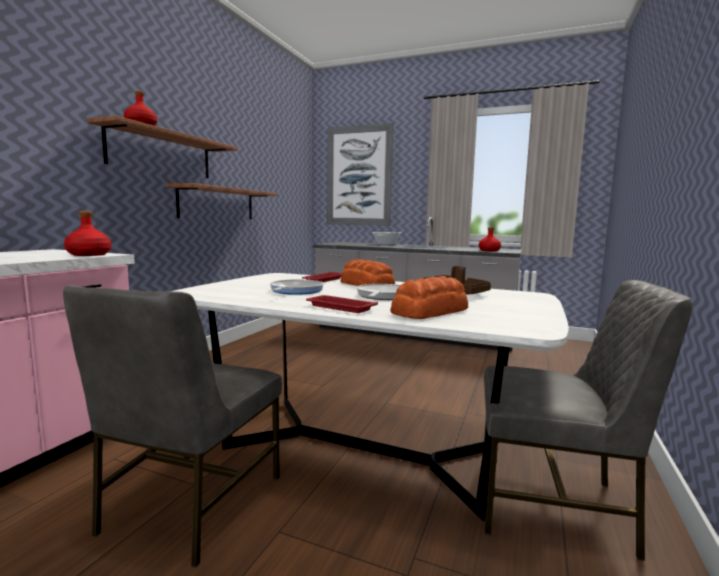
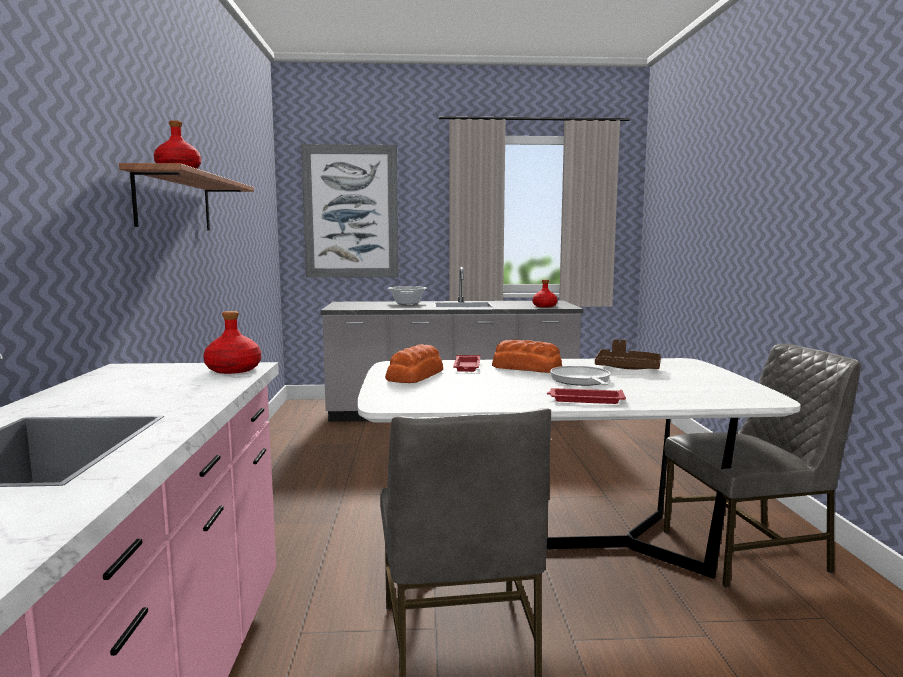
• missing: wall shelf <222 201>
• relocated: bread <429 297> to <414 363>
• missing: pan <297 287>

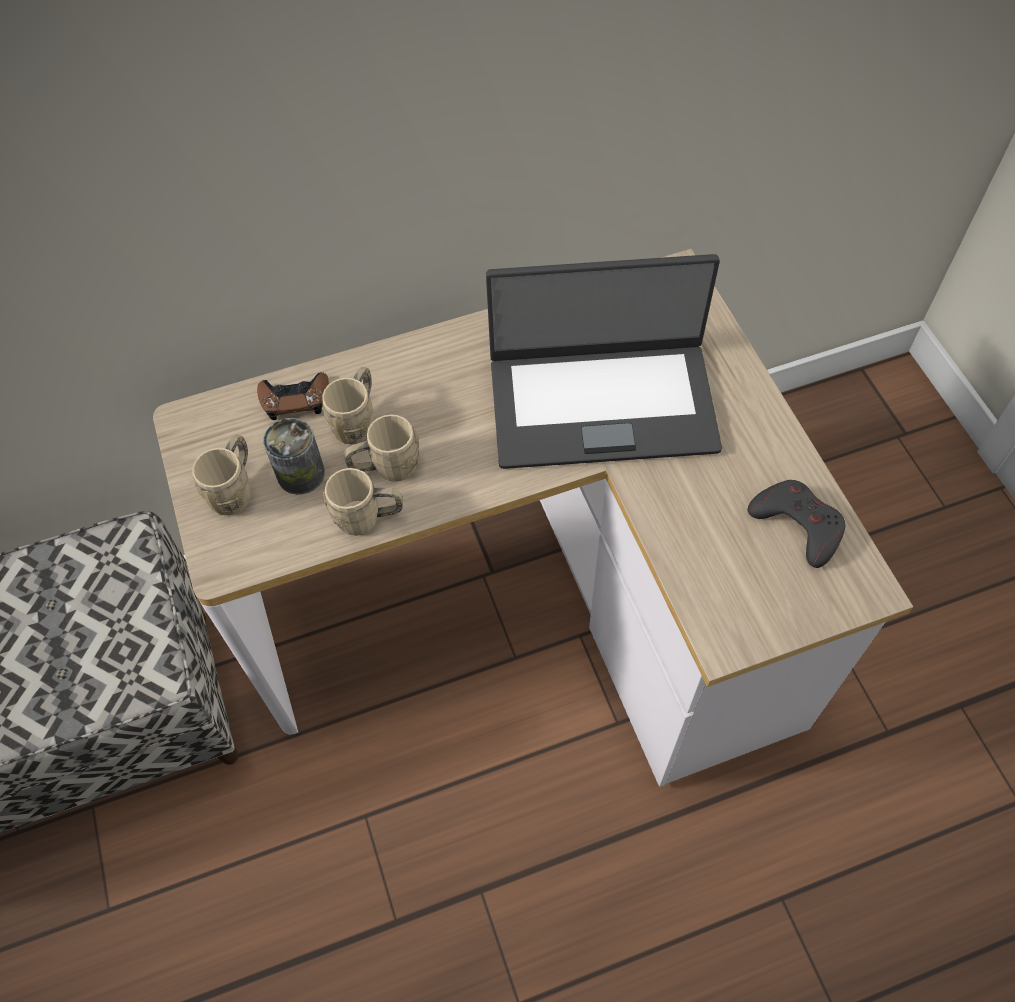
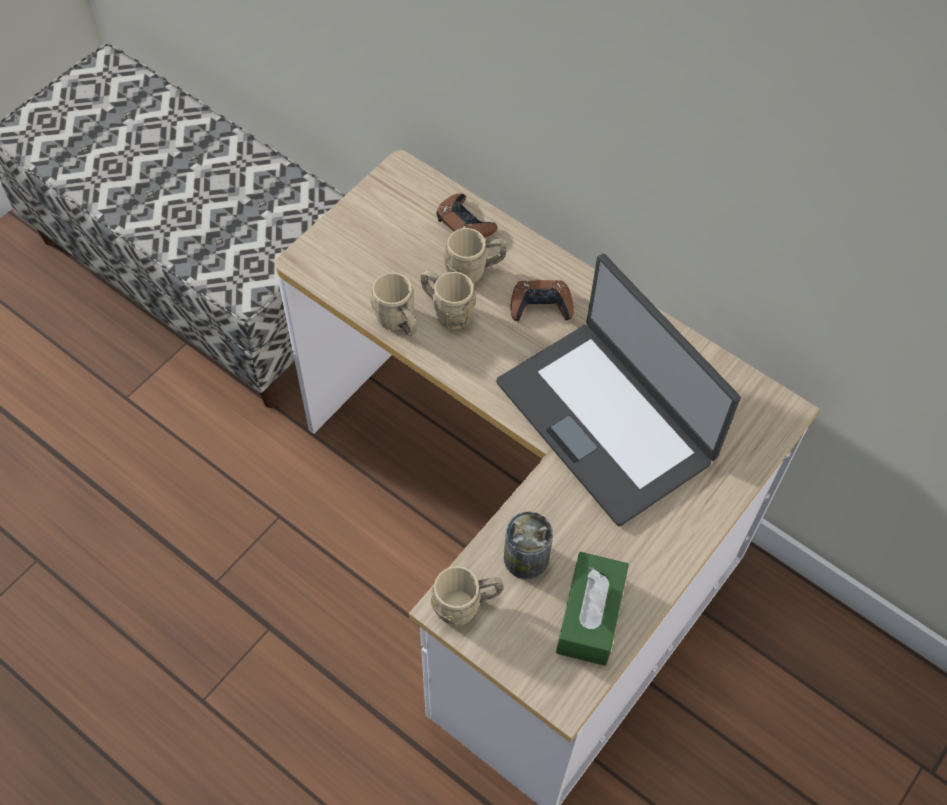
• relocated: sealed can <294 456> to <528 545>
• relocated: mug in beige-coloured <221 475> to <467 596>
• exchanged: gamepad in greyish <796 524> to tissue box in green-coloured <592 609>
• appeared: gamepad in brownish <542 300>

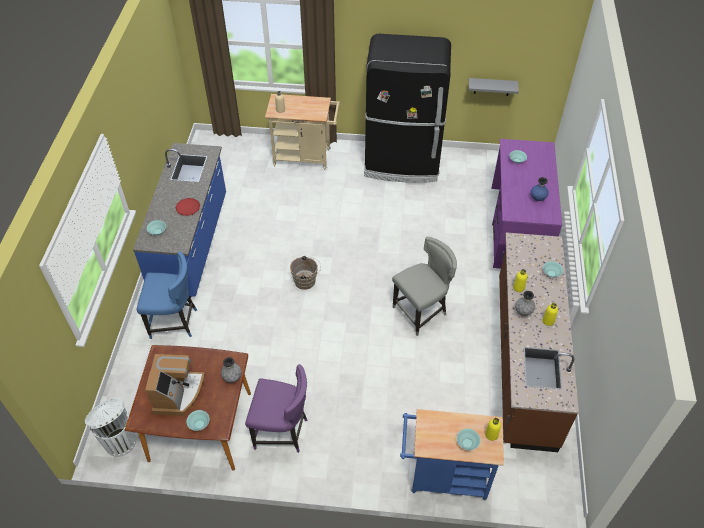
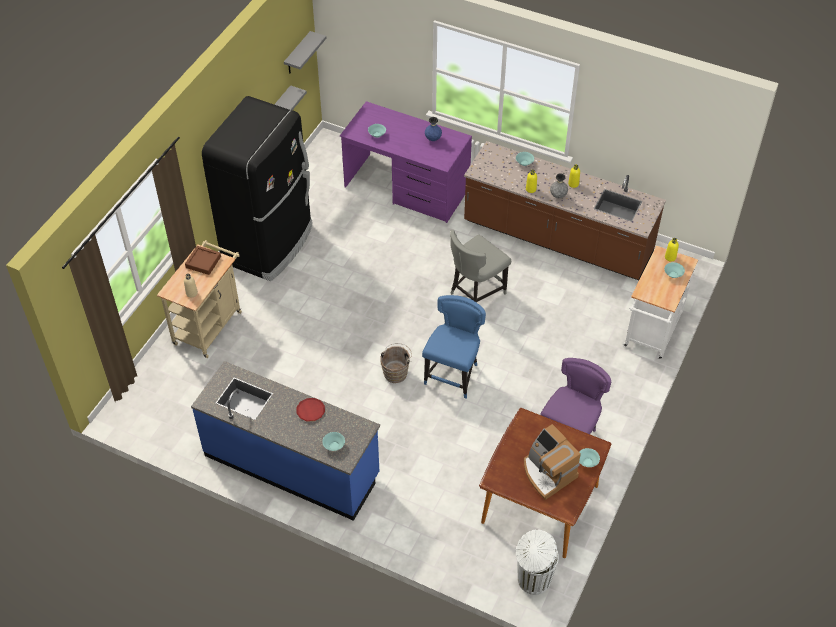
• spun: chair in greyish <424 286> = <480 266> 120 degrees counterclockwise
• relocated: chair in bluish <167 295> to <454 346>
• spun: coffee machine <175 385> = <552 462> 150 degrees counterclockwise
• missing: flower vase in greyish <231 370>
• colour: cart in bluish <452 454> to cart in whitish <660 302>
• appeared: wall shelf in greyish <305 52>
• appeared: serving tray in brownish <203 260>

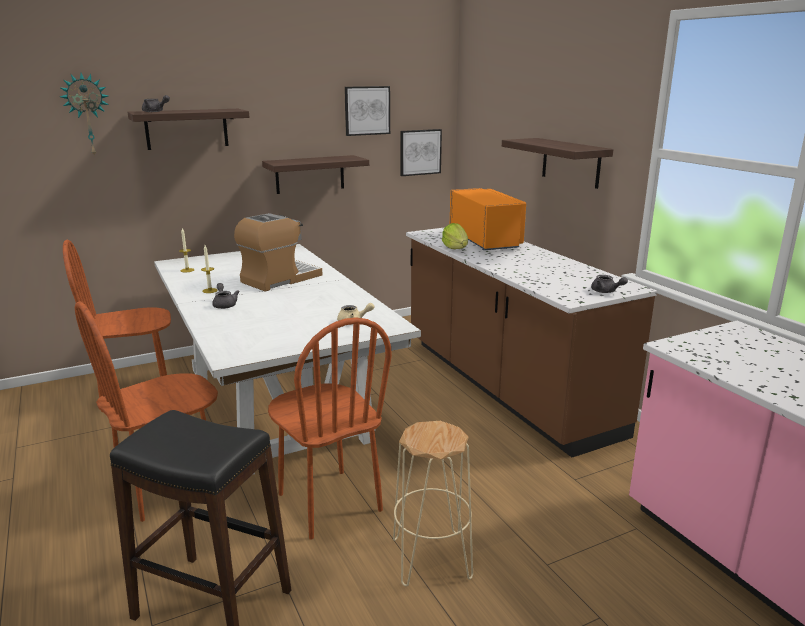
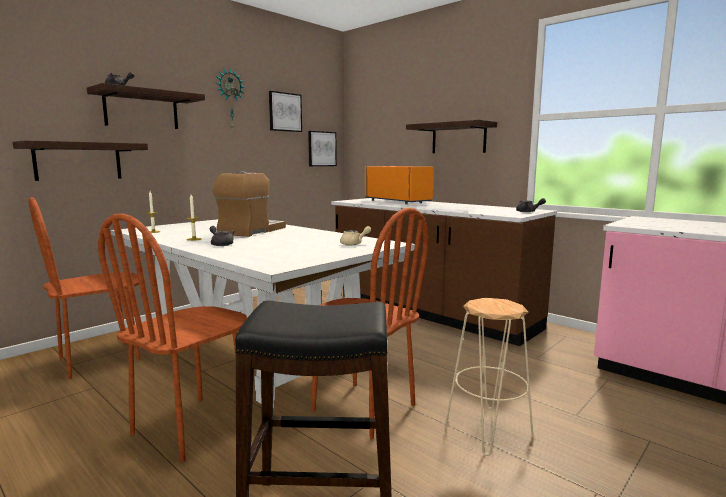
• relocated: wall clock <84 115> to <230 98>
• relocated: wall shelf <315 174> to <80 160>
• missing: head of lettuce <455 236>

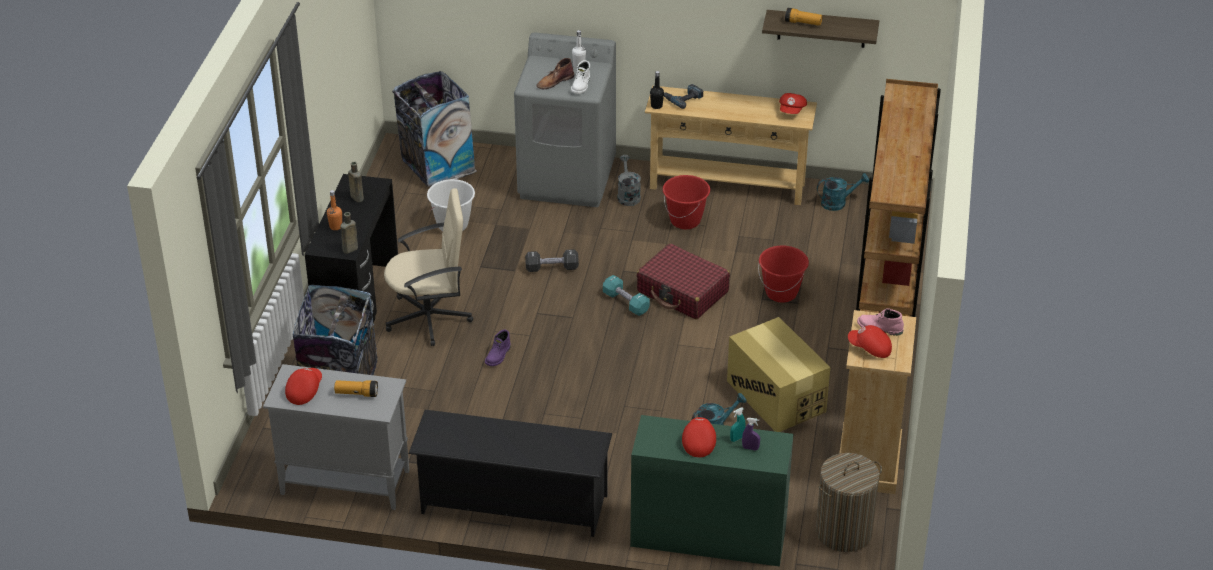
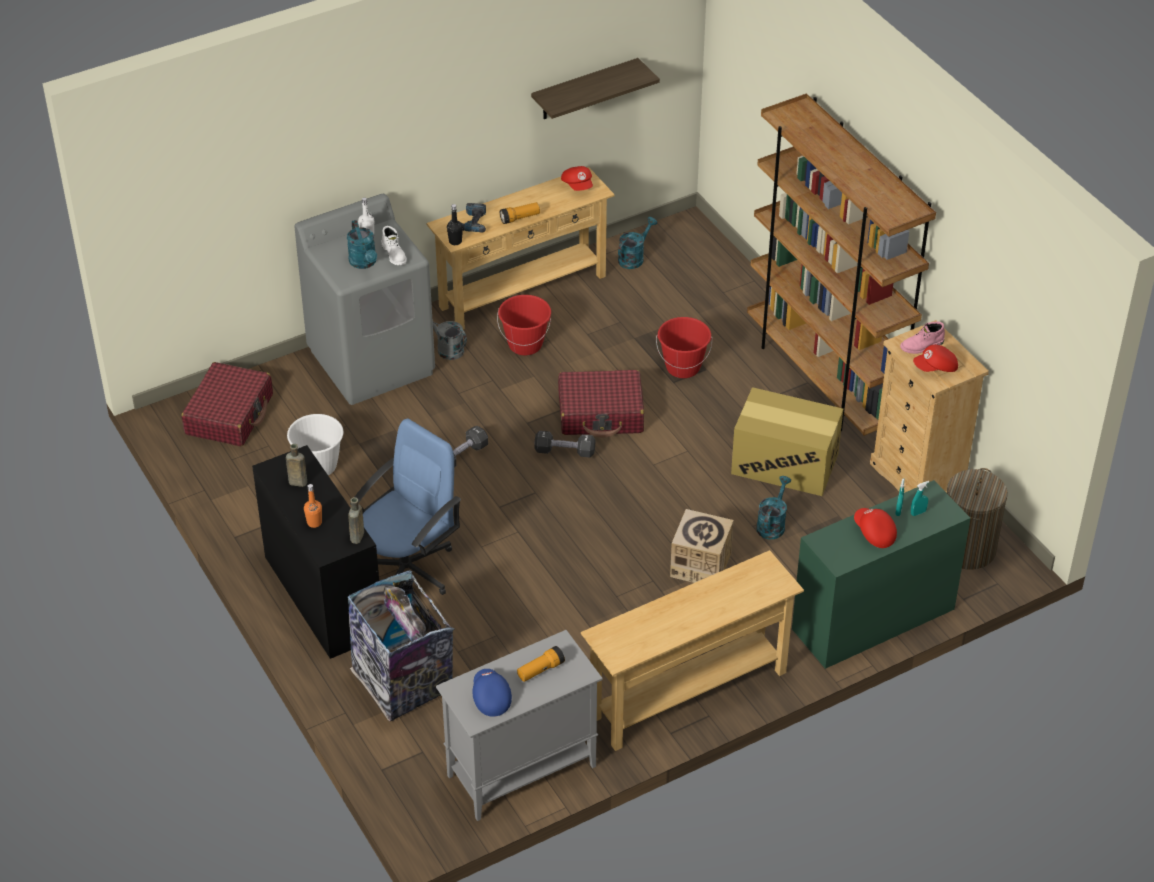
• relocated: torch <803 17> to <520 213>
• exchanged: tall boot in brownish <555 74> to watering can in turquoise-coloured <362 244>
• exchanged: rubbish bin <434 129> to suitcase in reddish <227 404>
• colour: computer chair in beige-coloured <428 267> to computer chair in bluish <405 507>
• colour: free weight in turquoise-coloured <626 295> to free weight in blackish <564 444>
• missing: tall boot in purple-coloured <498 347>
• colour: peaked cap in reddish <303 386> to peaked cap in bluish <492 693>
• exchanged: shoe shelf in blackish <510 473> to narrow table in beige-coloured <692 650>
• colour: hand sprayer in purple-coloured <751 434> to hand sprayer in turquoise-coloured <920 498>
• appeared: cardboard box <702 546>

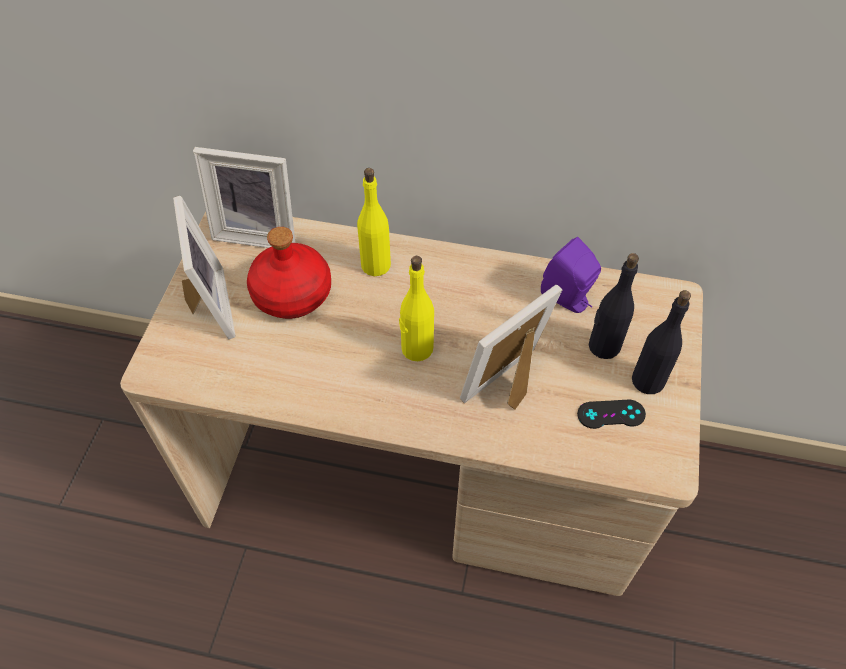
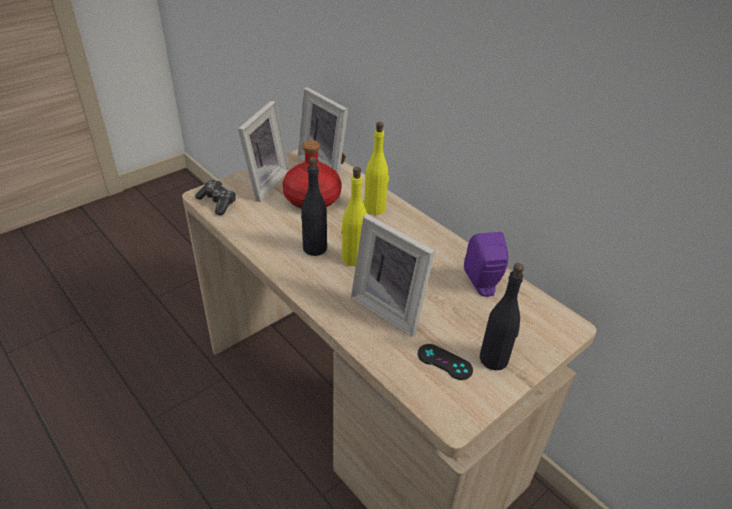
• relocated: bottle in blackish <614 306> to <314 206>
• spun: standing frame <511 347> = <393 275> 135 degrees counterclockwise
• appeared: gamepad <215 197>

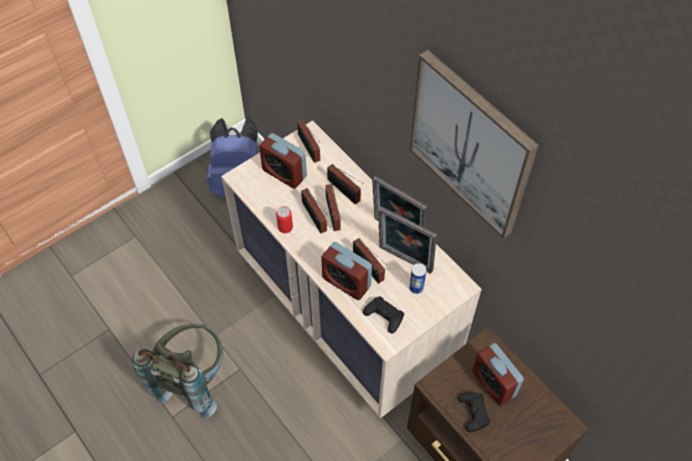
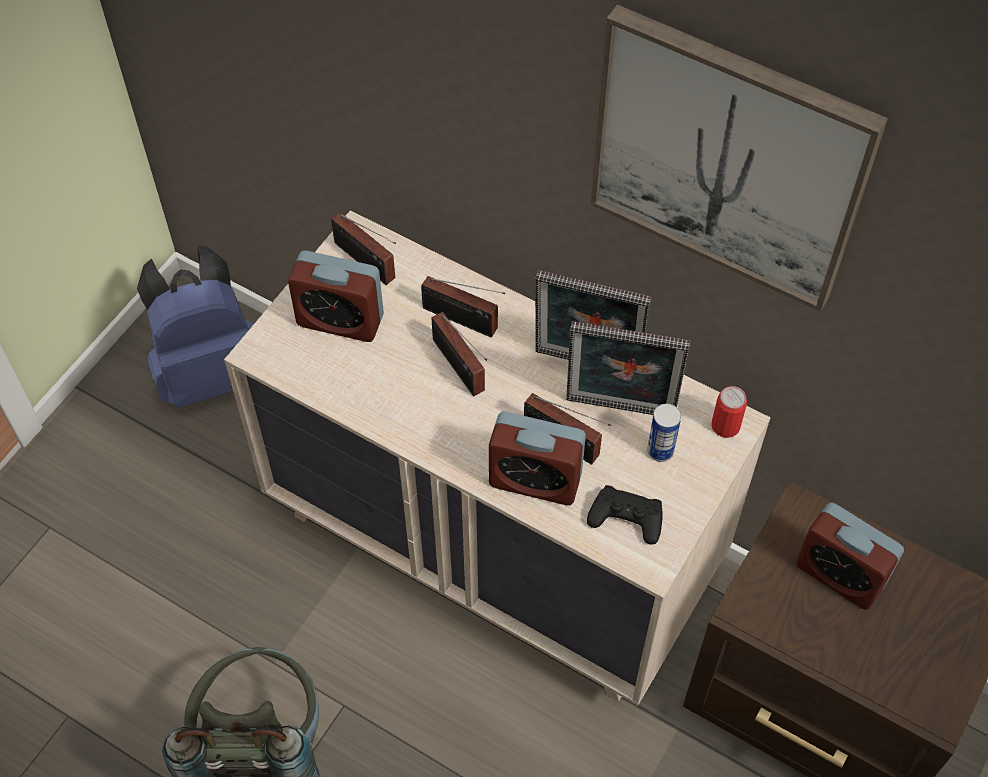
• missing: radio <314 210>
• relocated: sealed can <284 219> to <729 412>
• missing: gamepad in blackish <474 412>

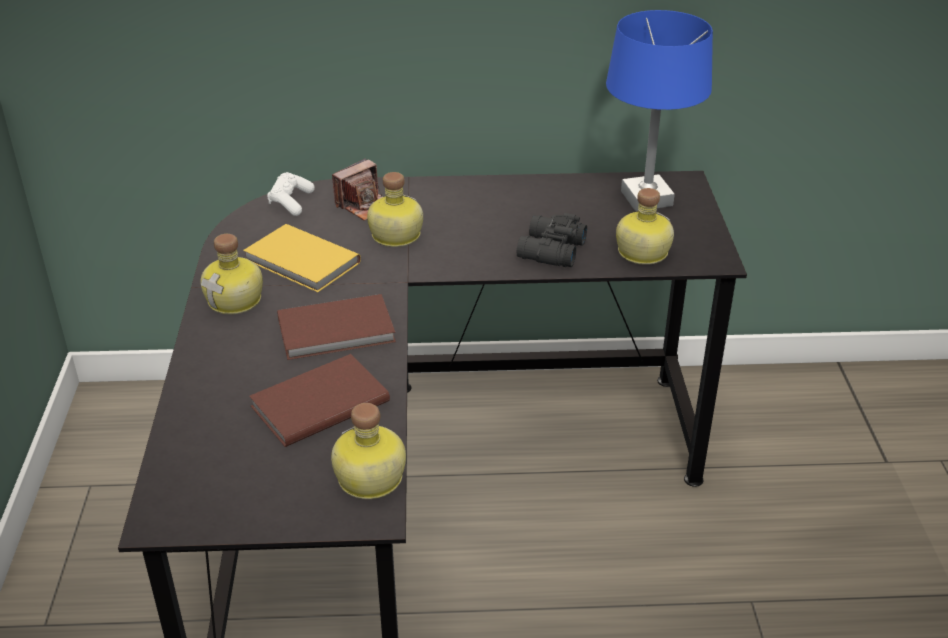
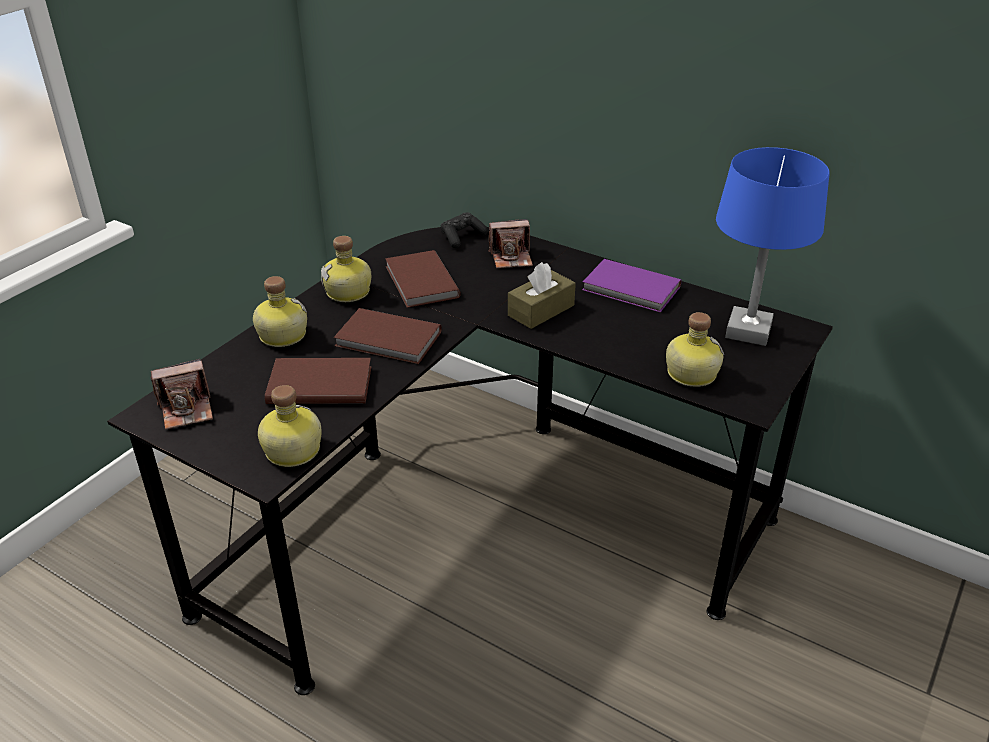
• colour: gamepad in whitish <291 194> to gamepad in blackish <464 230>
• relocated: bottle <395 209> to <280 311>
• missing: pair of binoculars in blackish <552 240>
• colour: volume in yellow <302 258> to volume in brownish <423 279>
• appeared: volume in purple-coloured <631 285>
• appeared: tissue box in brownish <542 295>
• appeared: photo camera <181 394>

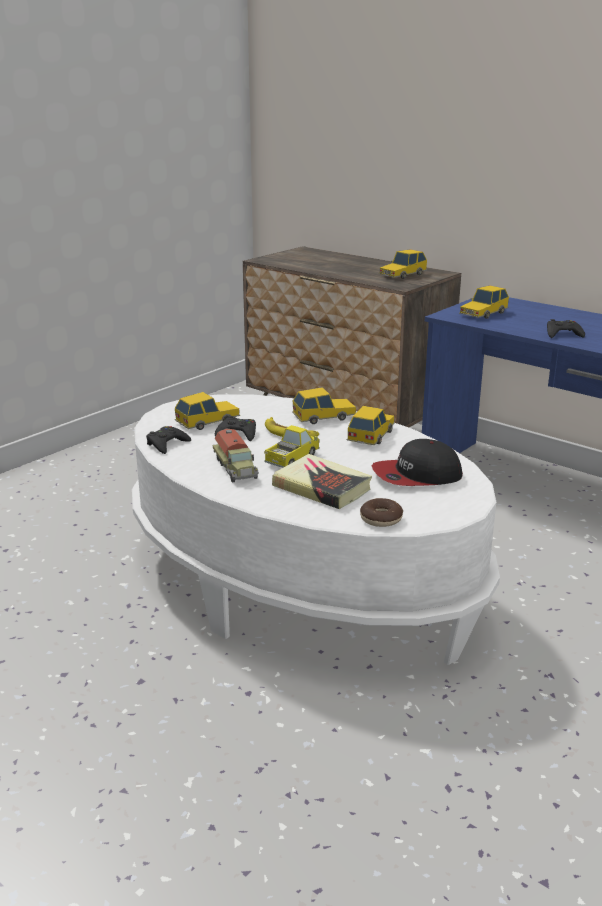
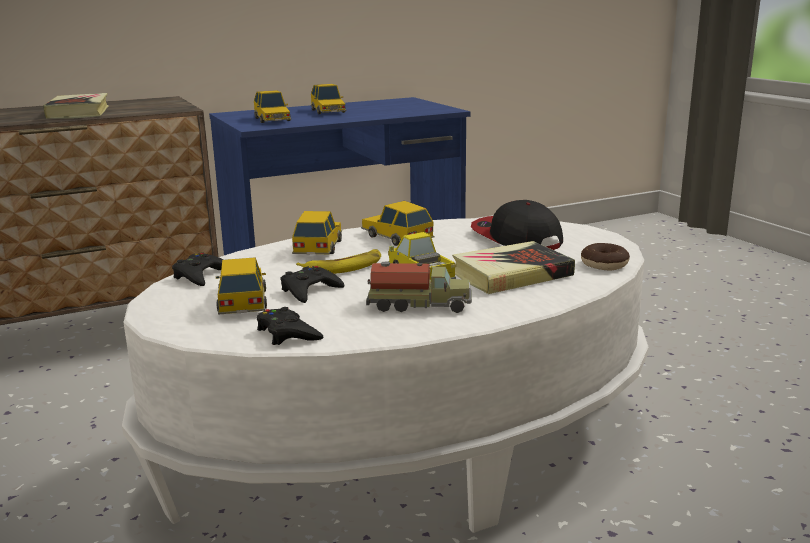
• relocated: model car <403 264> to <329 99>
• relocated: gamepad in blackish <566 328> to <197 269>
• spun: peaked cap <417 462> = <517 225> 135 degrees clockwise
• appeared: volume <75 106>

